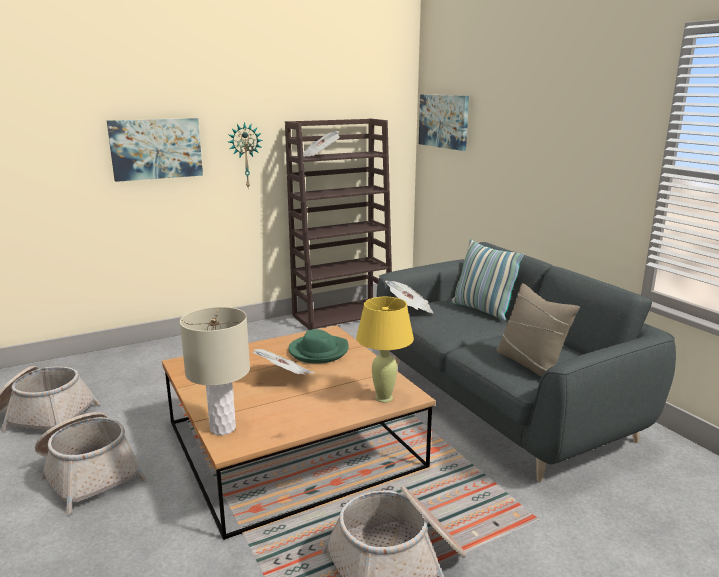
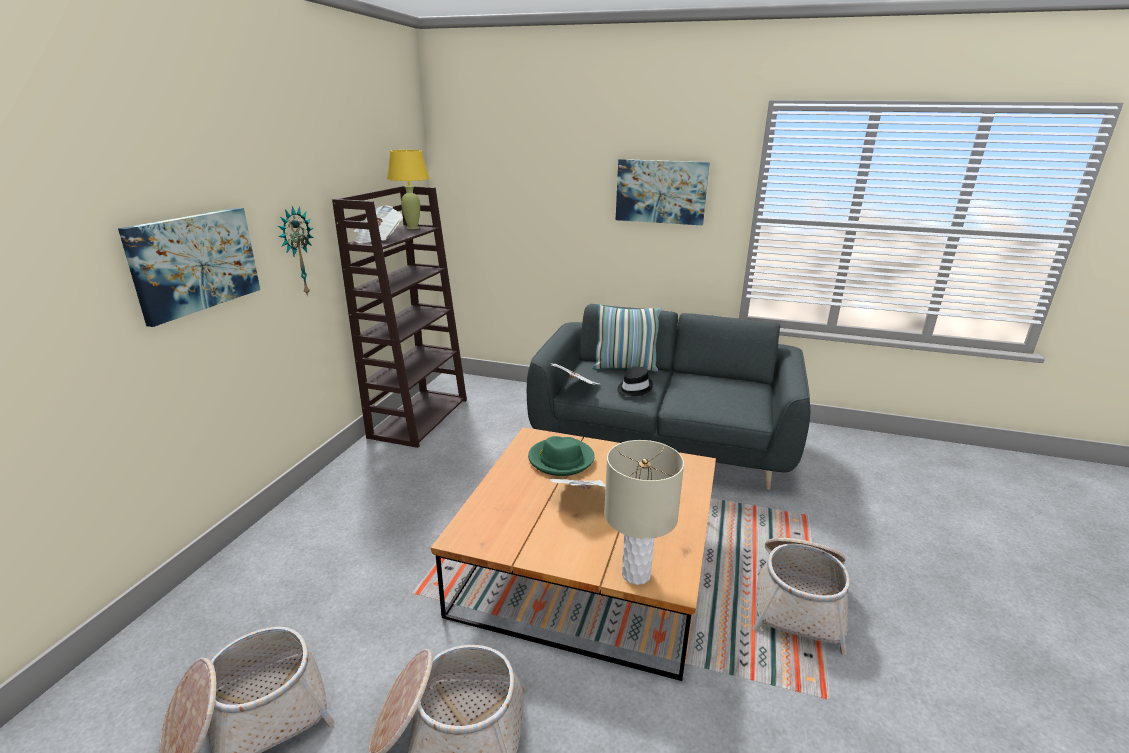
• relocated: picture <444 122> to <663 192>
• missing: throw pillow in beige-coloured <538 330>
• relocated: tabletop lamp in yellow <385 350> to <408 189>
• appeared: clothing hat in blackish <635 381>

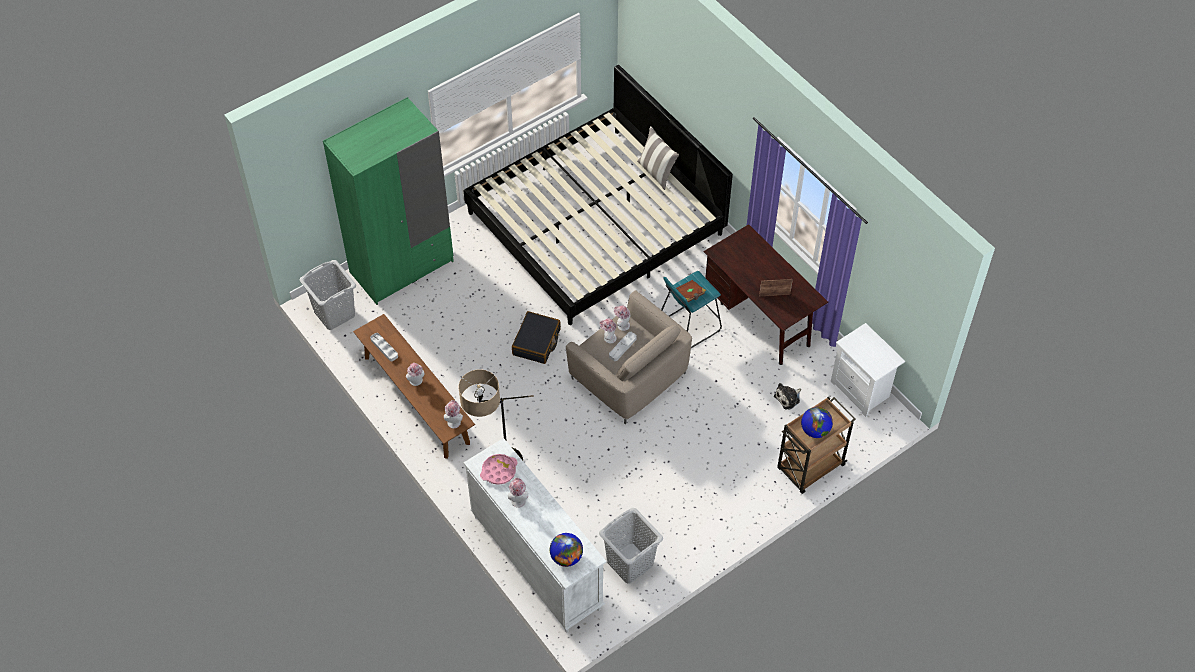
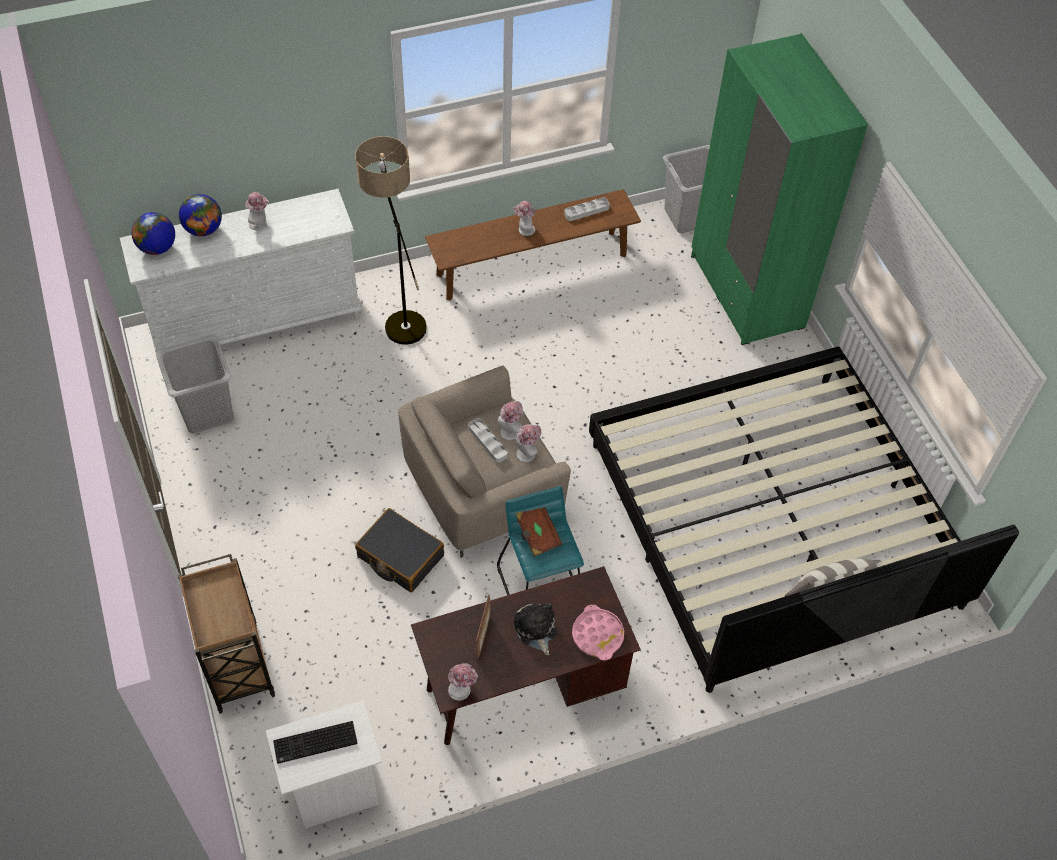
• relocated: suitcase in blackish <536 337> to <399 550>
• relocated: cuddly toy <787 396> to <535 629>
• relocated: clothing hat <453 414> to <463 682>
• relocated: globe <817 422> to <200 215>
• relocated: serving tray in pink-coloured <498 469> to <598 633>
• appeared: PC keyboard <315 742>

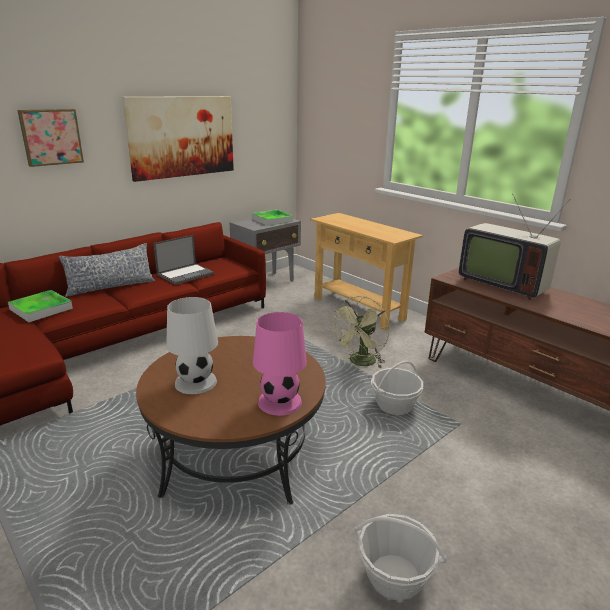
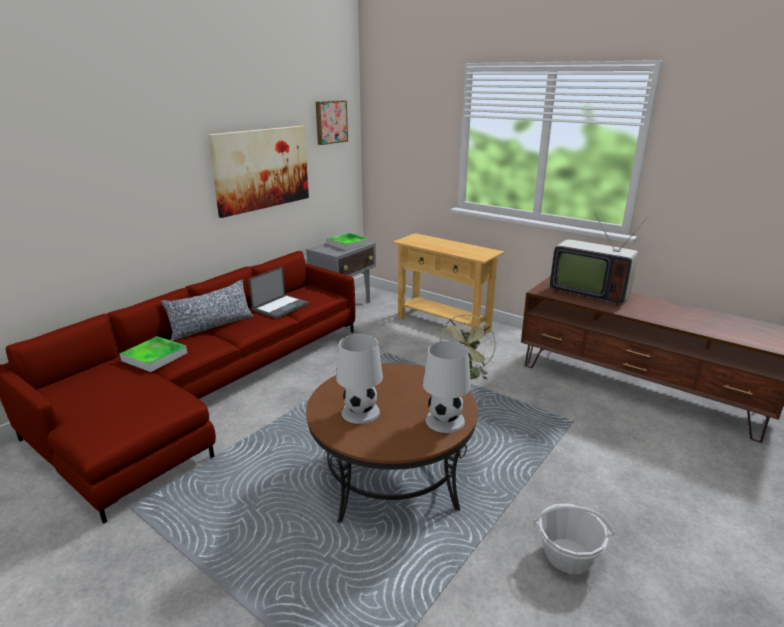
• relocated: picture <50 138> to <332 122>
• colour: tabletop lamp in pink-coloured <280 364> to tabletop lamp in whitish <447 387>
• missing: household basket <397 388>

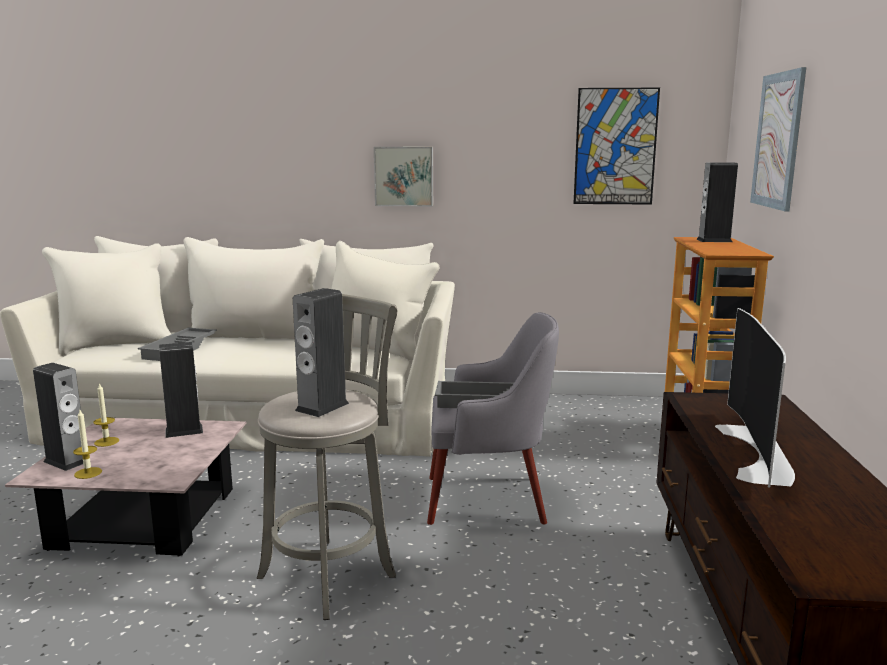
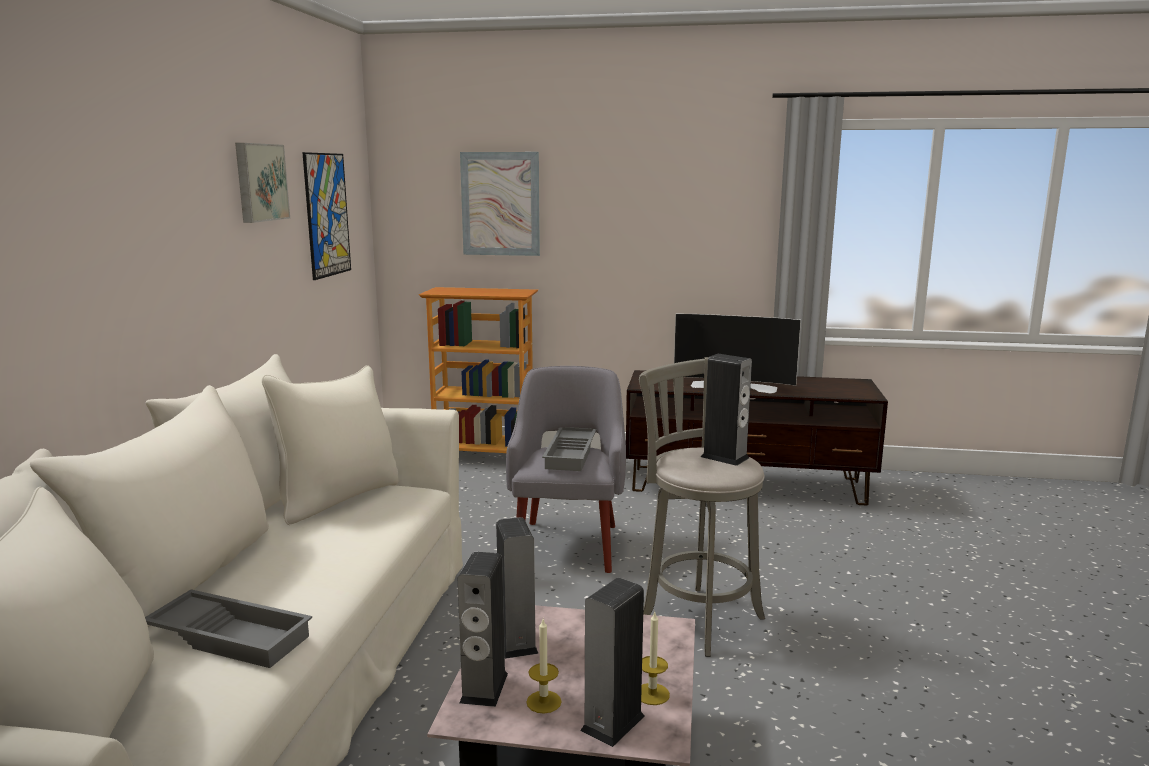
• relocated: picture <403 176> to <262 183>
• relocated: loudspeaker <717 202> to <483 629>

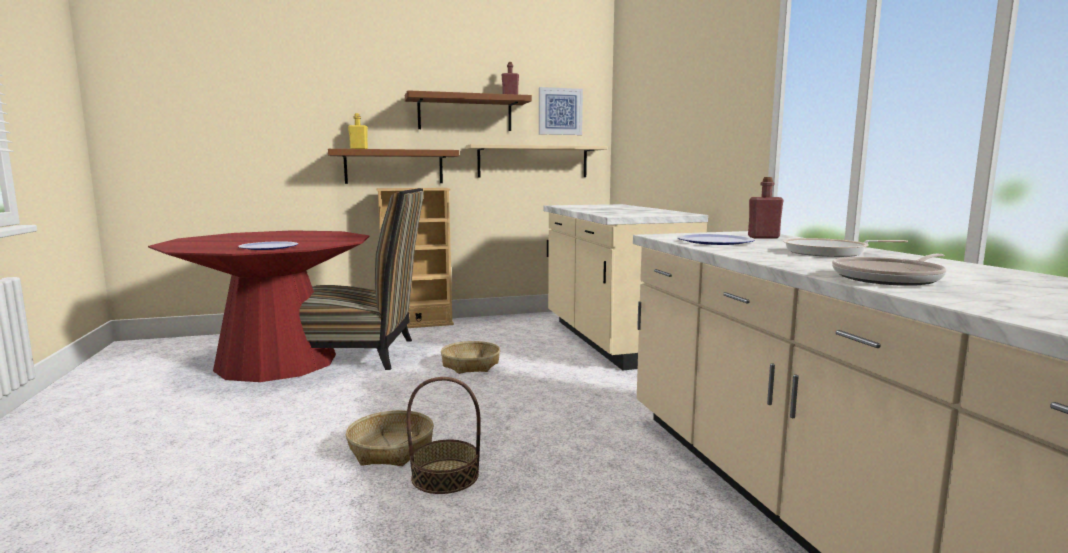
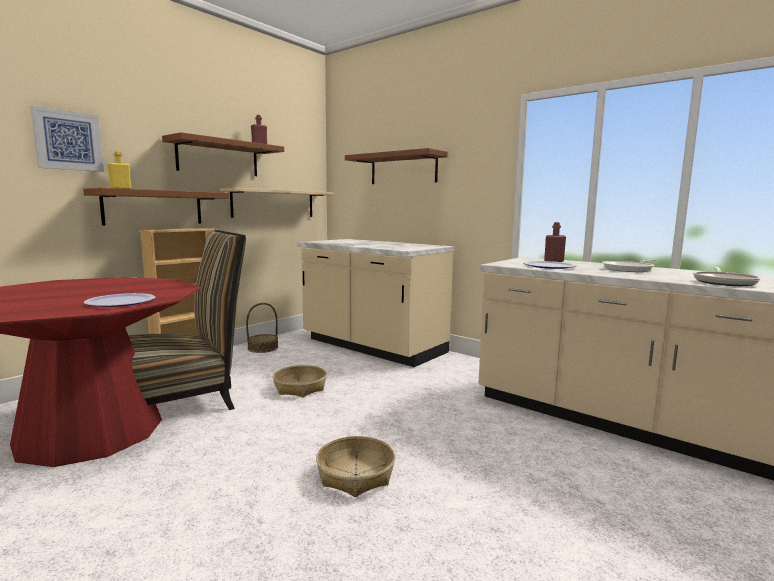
• relocated: picture <561 111> to <67 139>
• relocated: household basket <443 435> to <262 328>
• appeared: wall shelf in brownish <396 166>

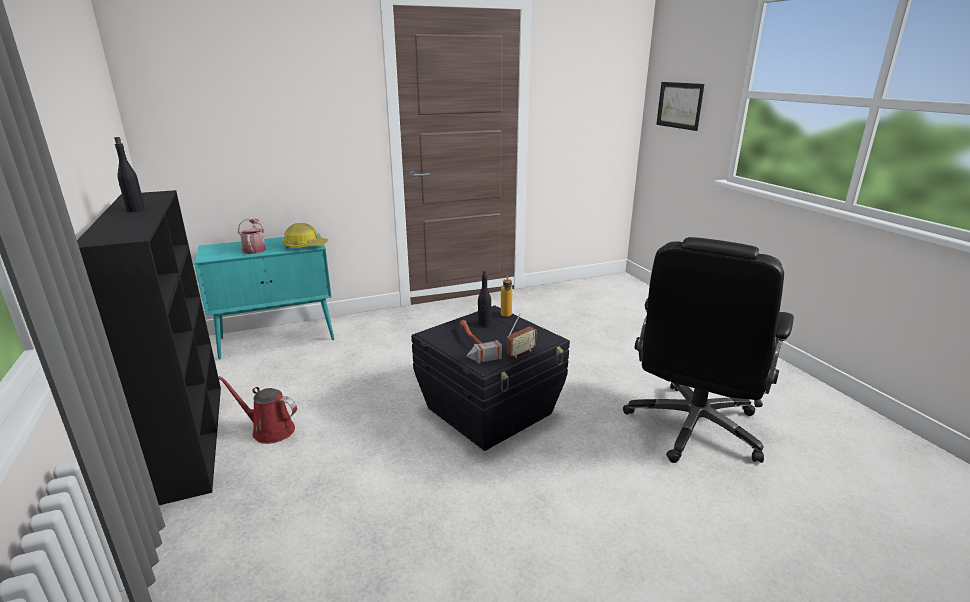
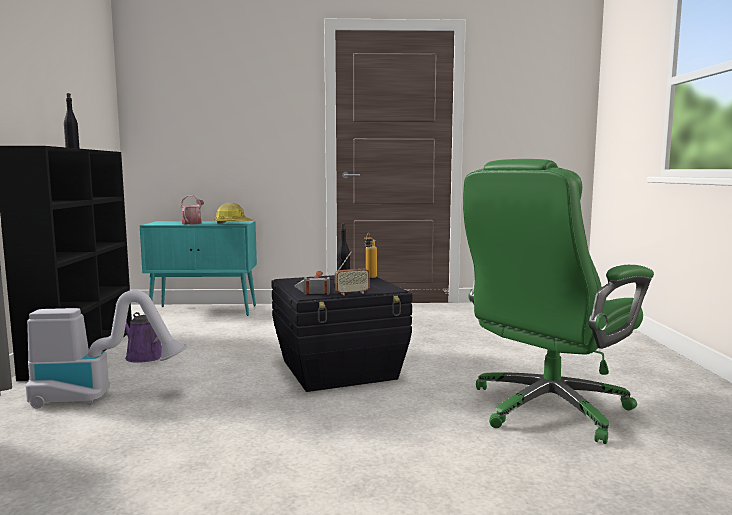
• missing: picture <680 106>
• colour: computer chair in blackish <708 350> to computer chair in green-coloured <558 301>
• colour: watering can in reddish <257 410> to watering can in purple-coloured <138 332>
• appeared: vacuum cleaner <106 349>

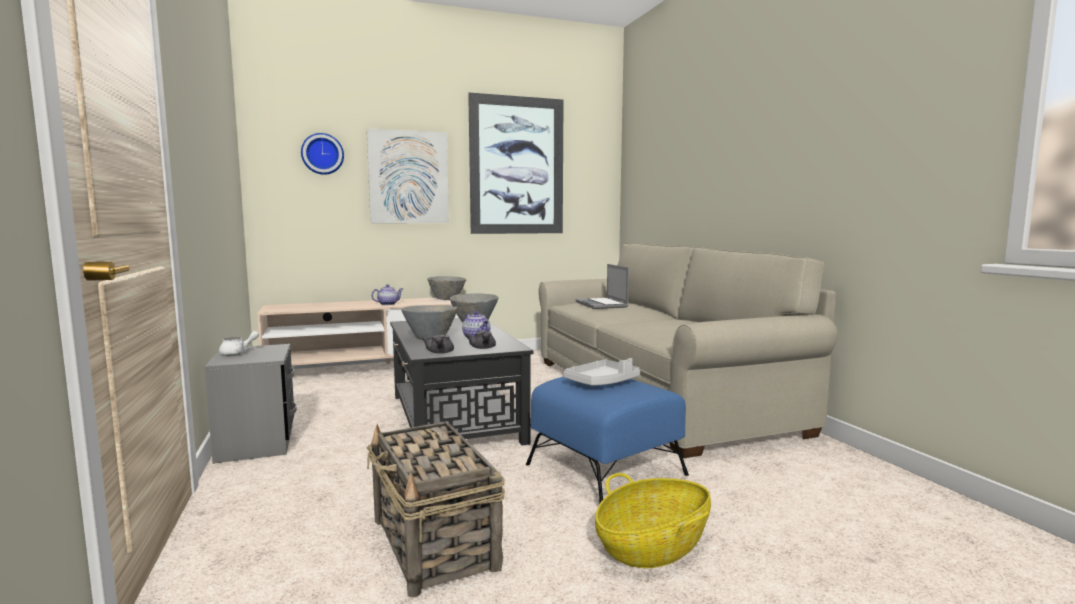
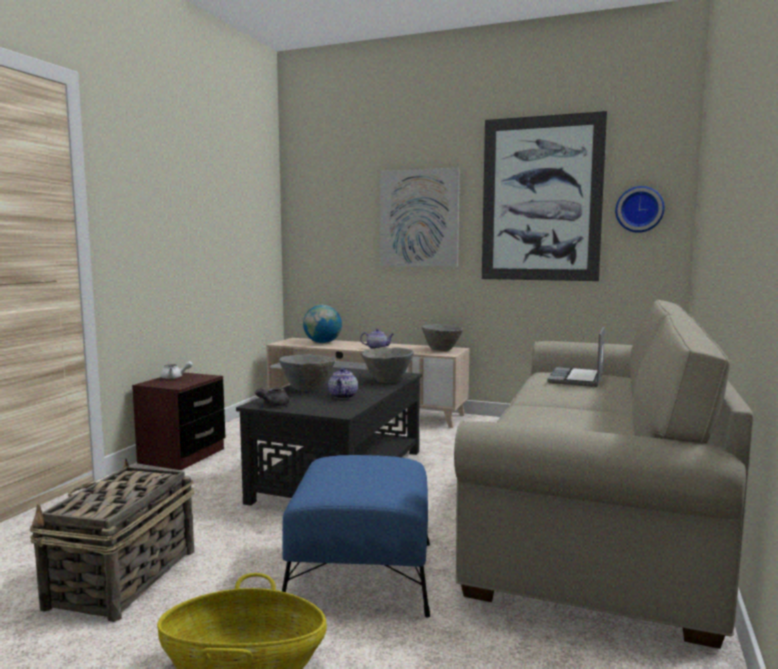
• relocated: wall clock <322 154> to <640 209>
• missing: tea pot in greyish <481 340>
• colour: bedside table in greyish <250 404> to bedside table in brownish <178 421>
• missing: serving tray in greyish <602 372>
• appeared: globe <322 324>

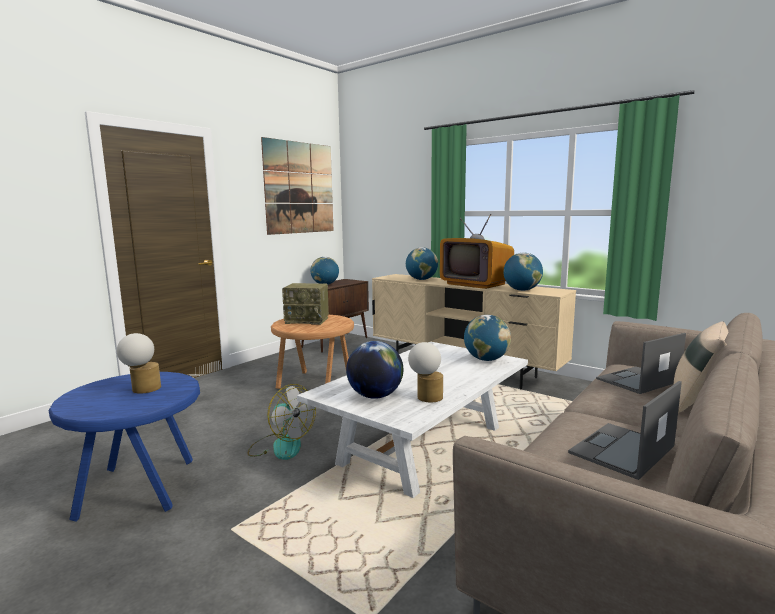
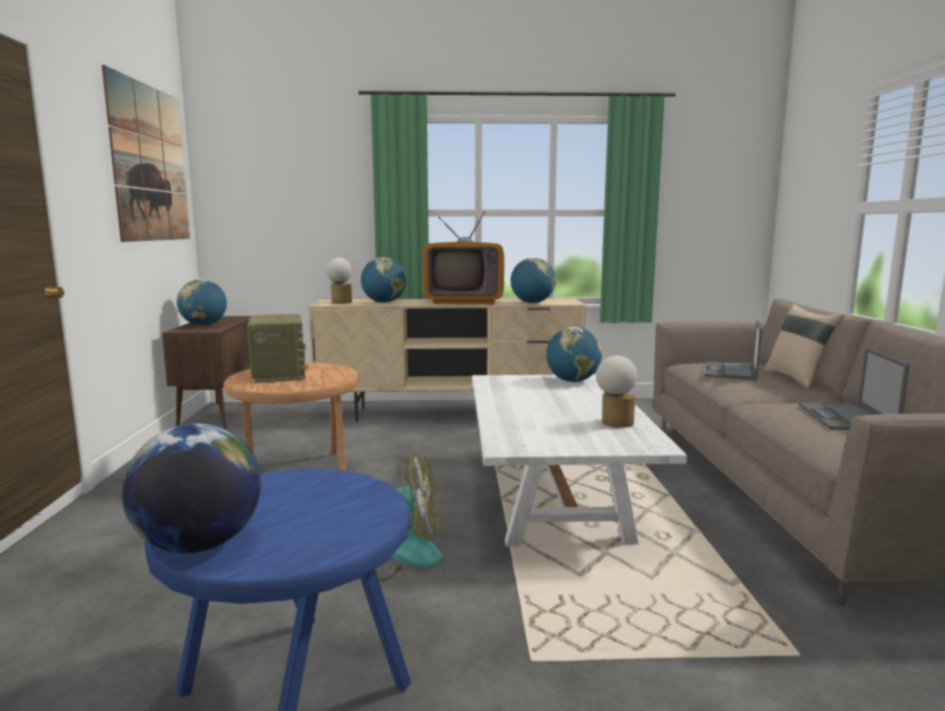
• spun: radio <305 304> = <277 348> 75 degrees counterclockwise
• relocated: tabletop lamp <139 363> to <339 281>
• relocated: globe <374 370> to <191 488>

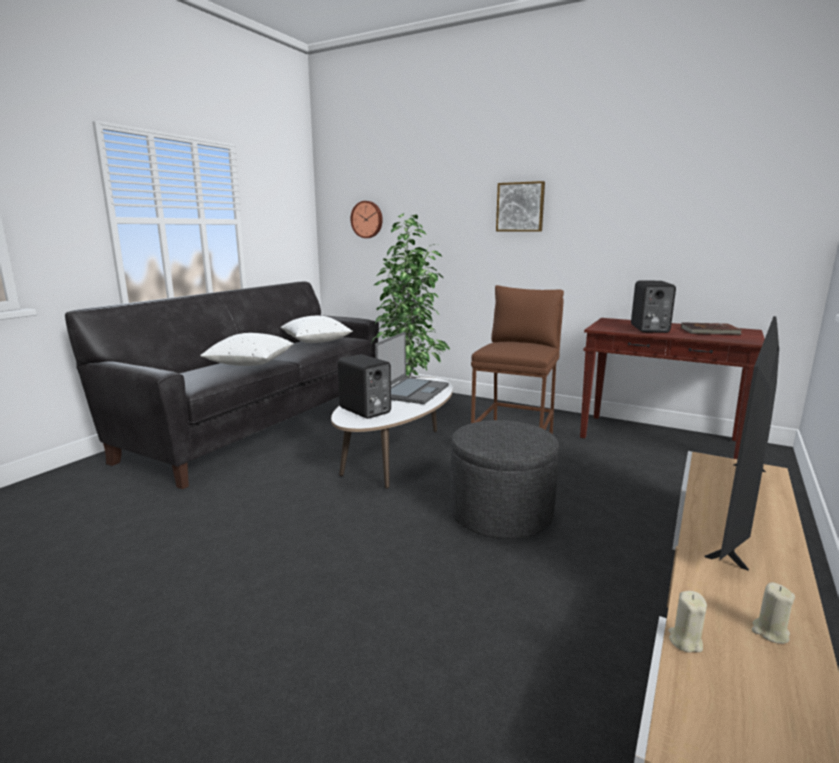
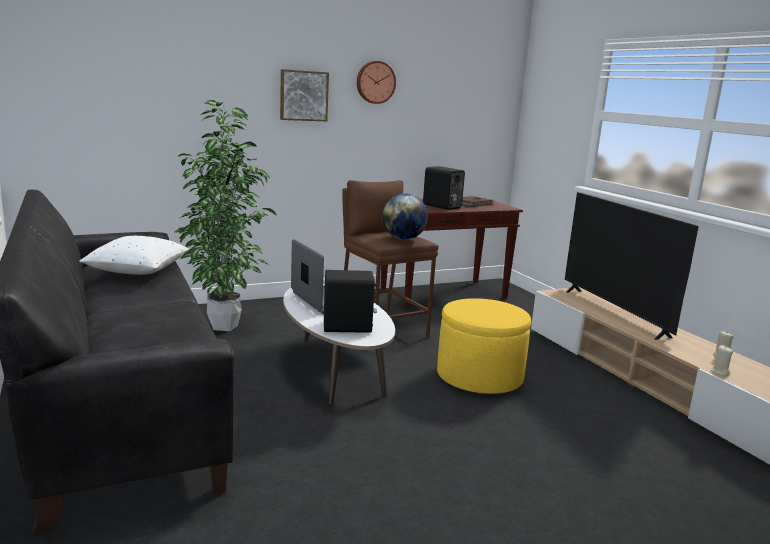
• relocated: wall clock <366 219> to <376 82>
• missing: throw pillow in whitish <247 349>
• colour: pouffe in greyish <504 479> to pouffe in yellow <484 346>
• appeared: globe <405 216>

